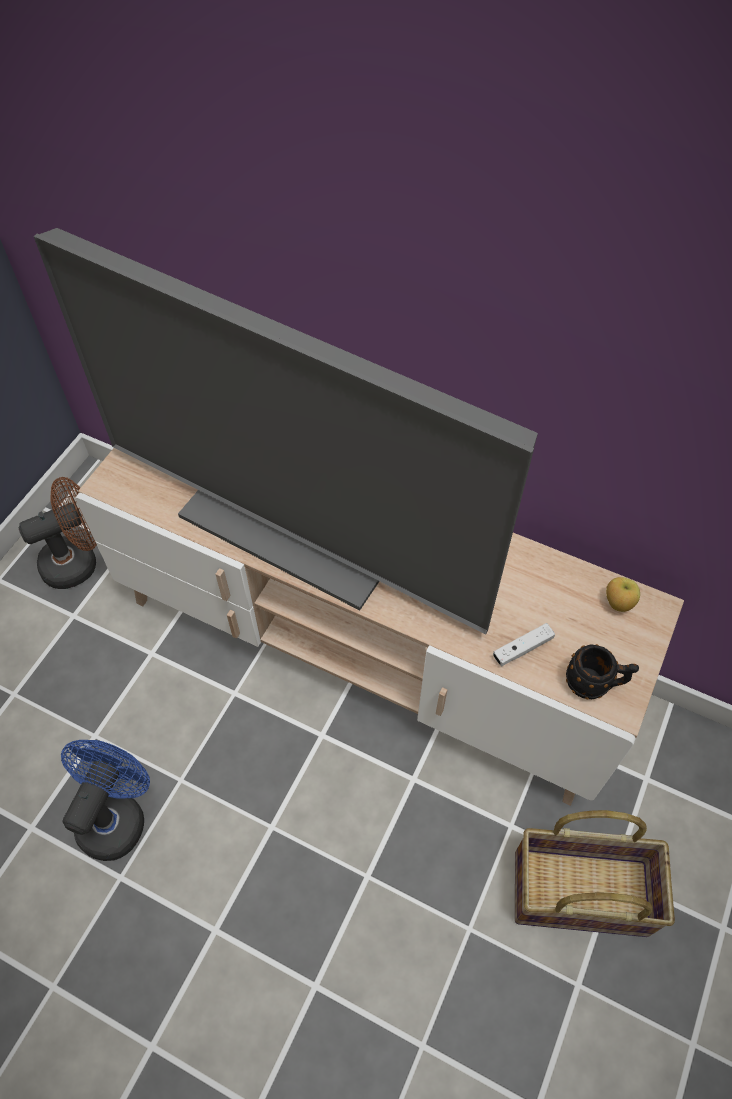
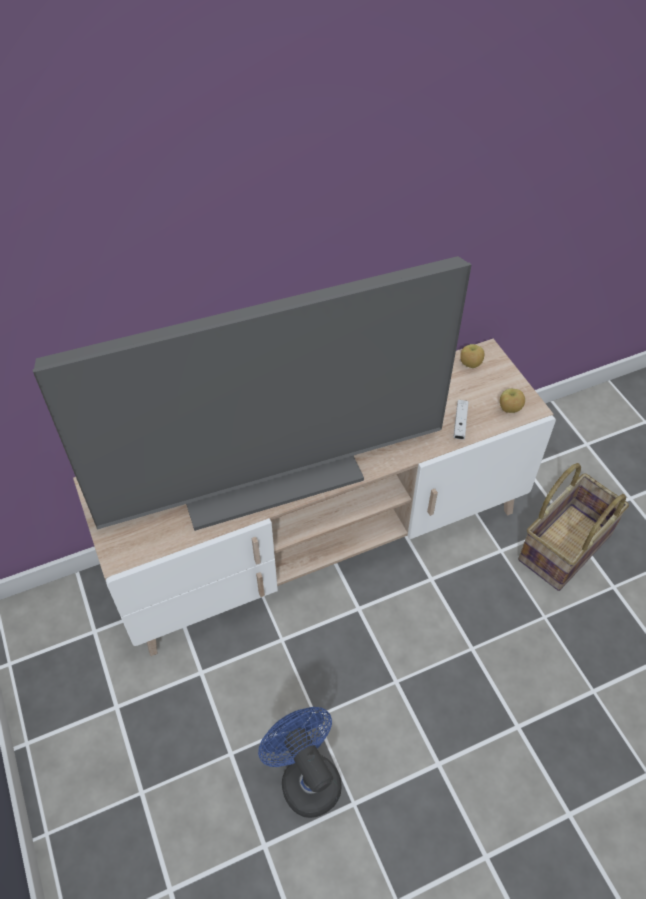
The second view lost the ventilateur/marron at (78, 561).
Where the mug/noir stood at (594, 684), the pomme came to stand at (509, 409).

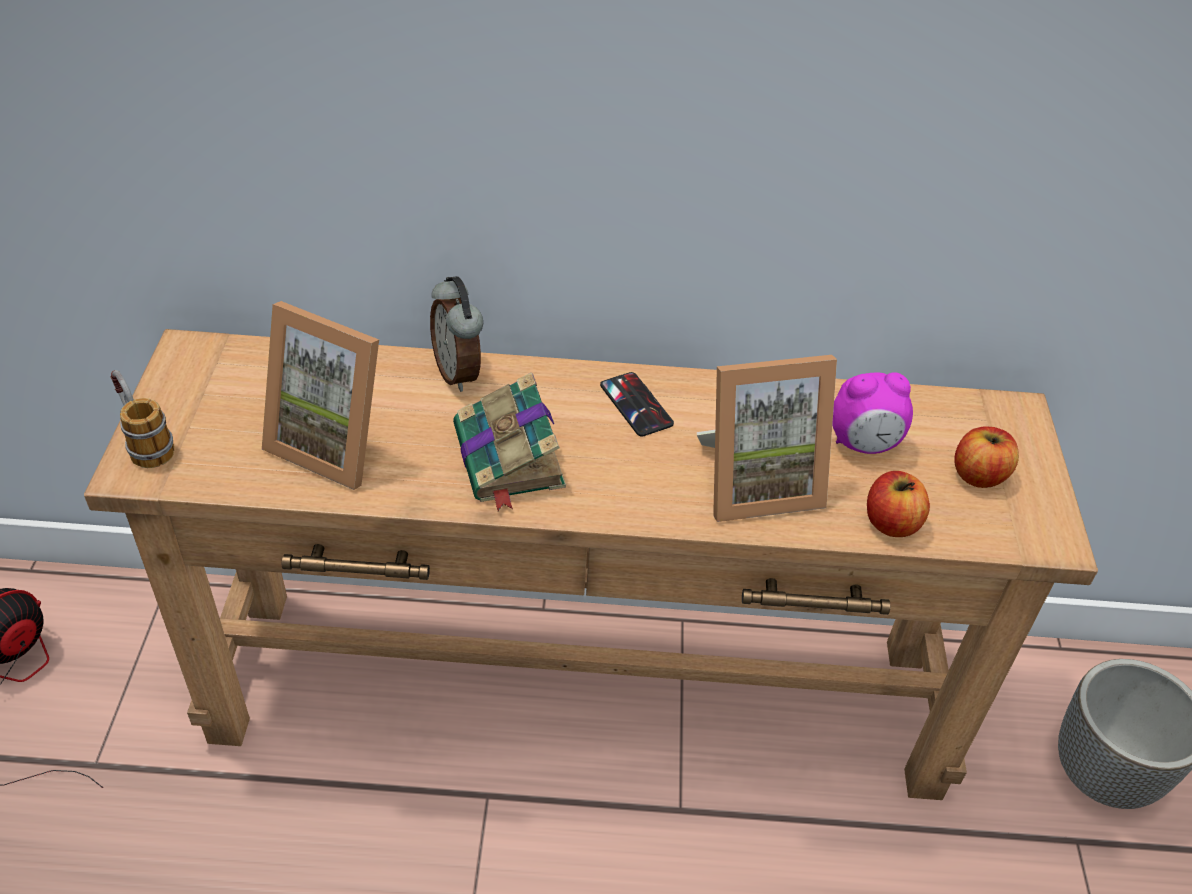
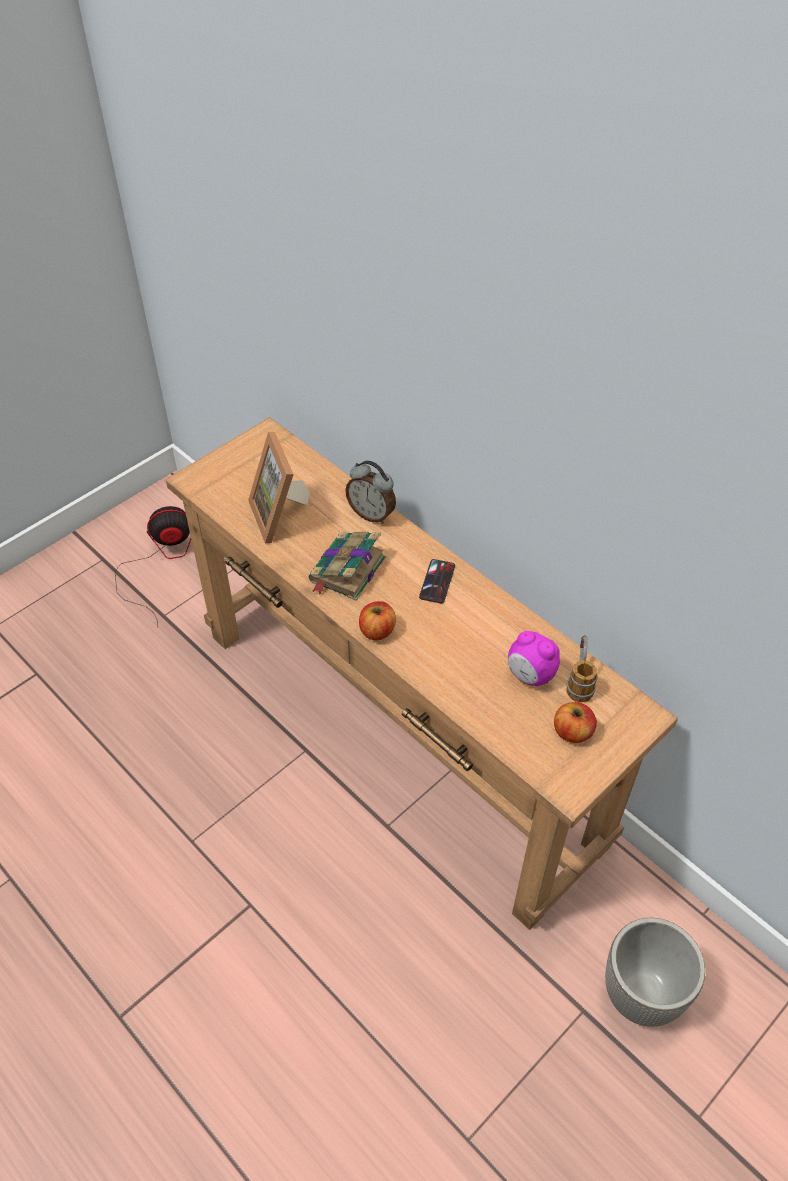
The second view lost the cadre photo at (756, 482).
The mug ended up elsewhere, having gone from (144, 441) to (579, 681).
The pomme ended up elsewhere, having gone from (891, 522) to (377, 631).
The réveil at (459, 373) ended up facing another way, 75 degrees counterclockwise from before.

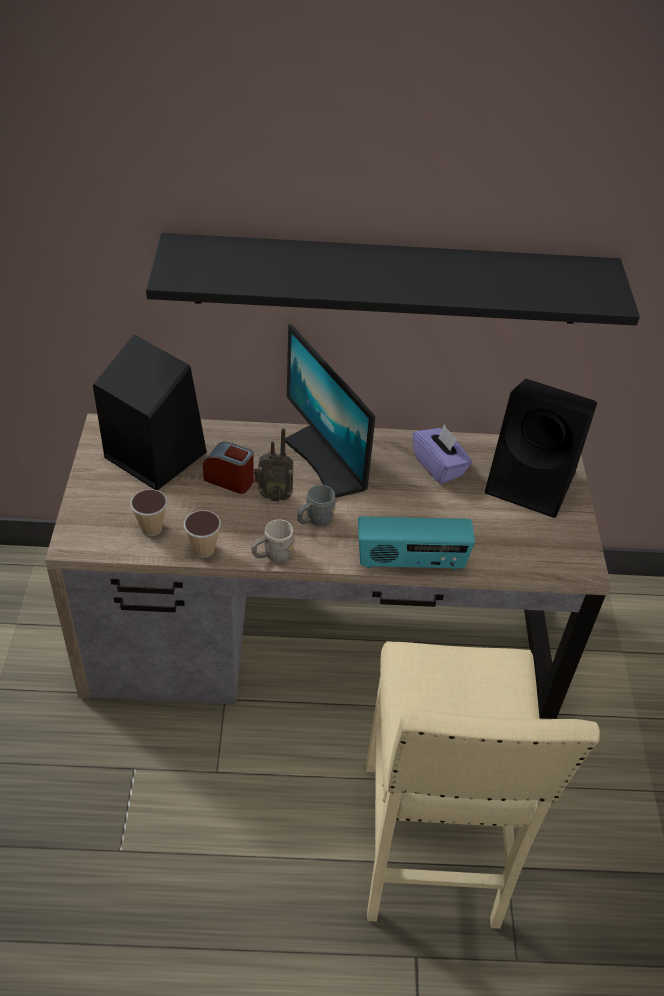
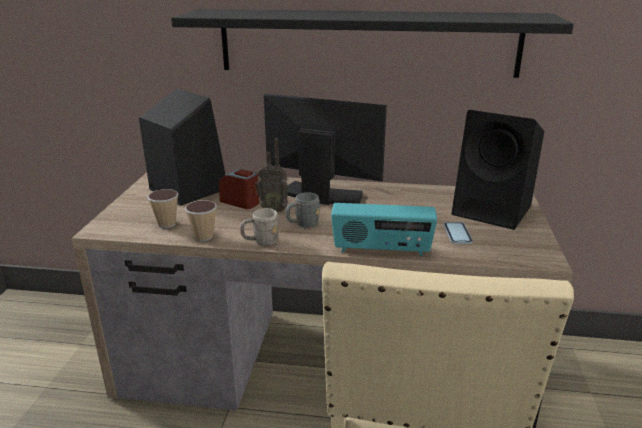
The second view lost the boîte à mouchoirs/violet at (439, 466).
The second view gained the téléphone at (457, 234).
The écran d'ordinateur at (327, 462) ended up facing another way, 135 degrees clockwise from before.

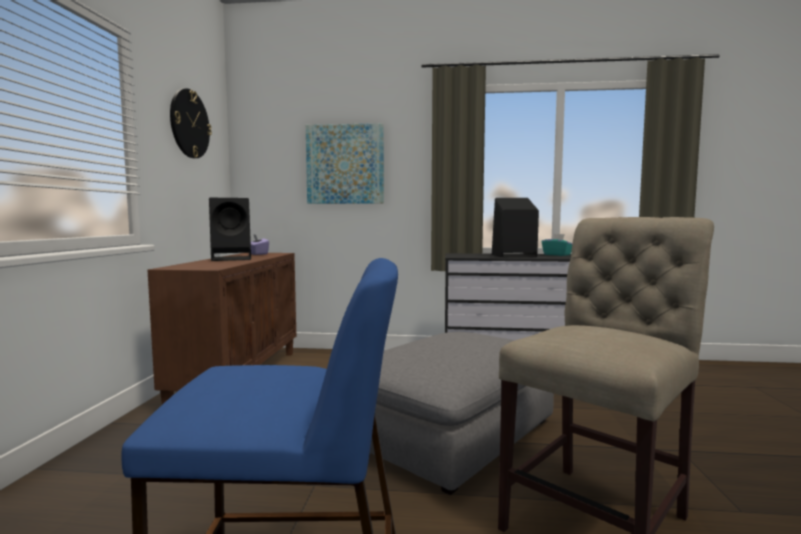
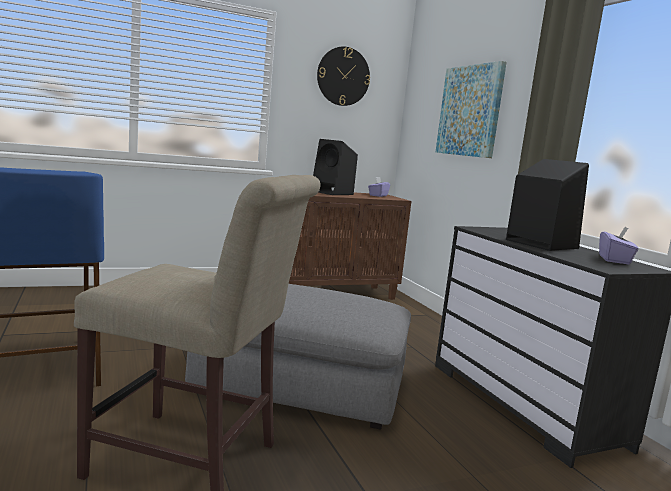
What was the boîte à mouchoirs/turquoise at (557, 255) turned into the boîte à mouchoirs/violet at (614, 260).

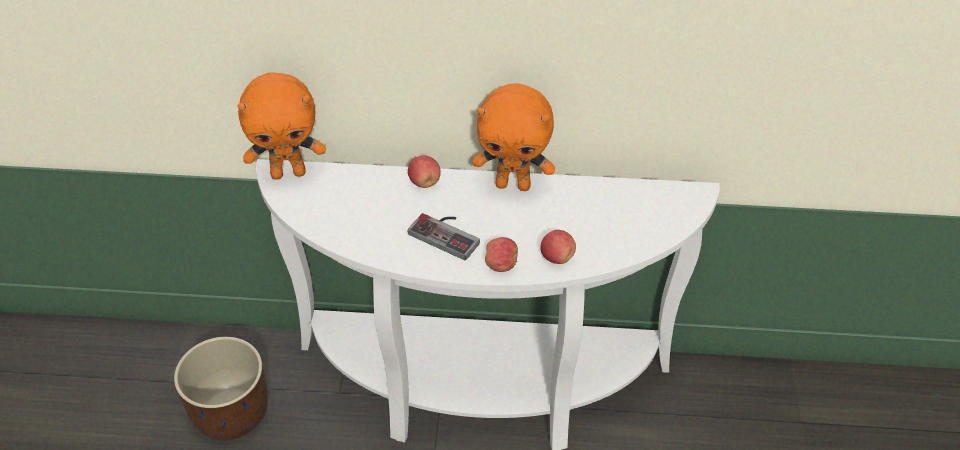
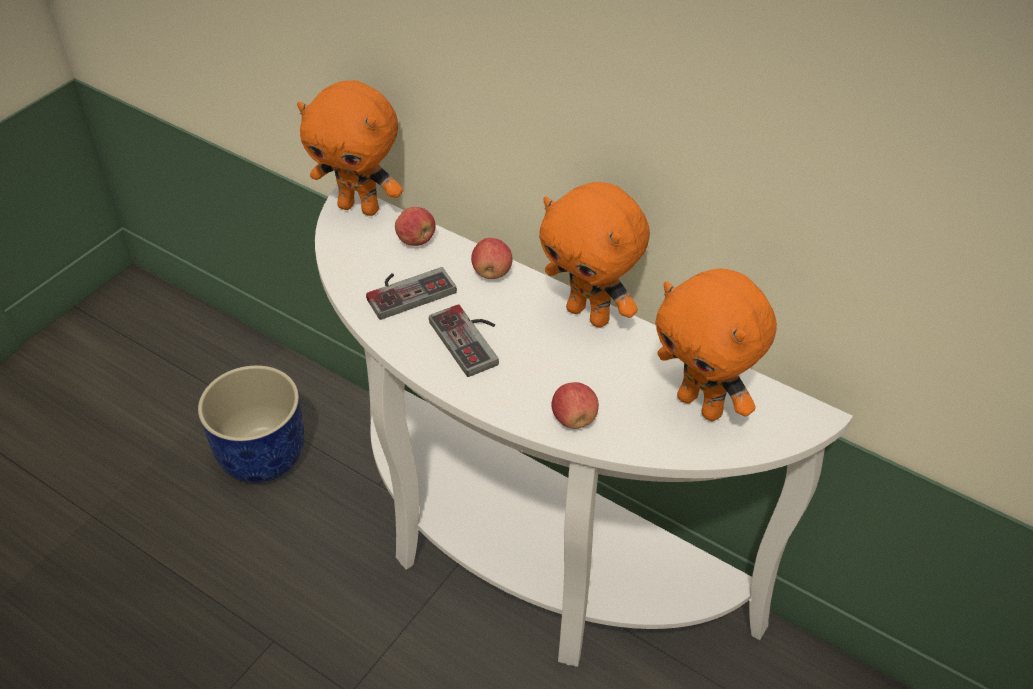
The second view gained the manette at (407, 289).
The second view gained the peluche/orange at (702, 405).
The pomme ended up elsewhere, having gone from (501, 265) to (416, 240).
What was the cache-pot/marron at (232, 412) turned into the cache-pot/bleu at (264, 455).

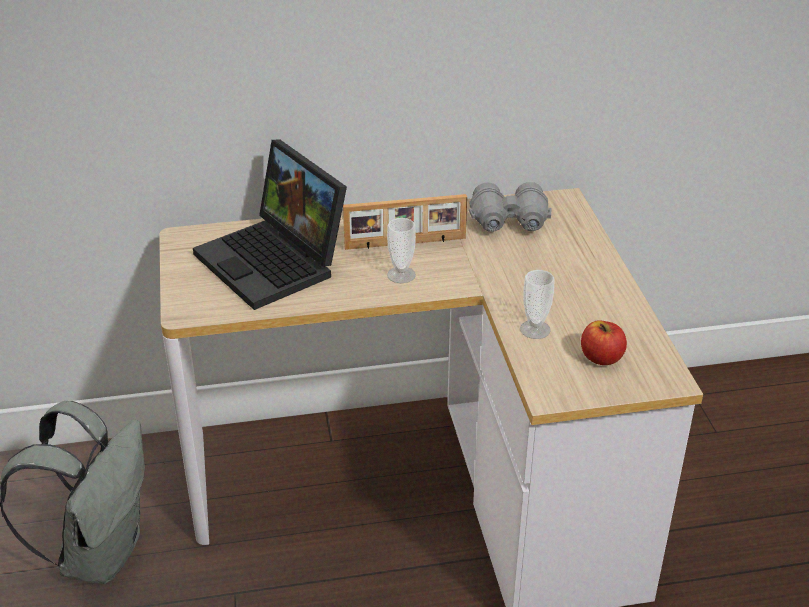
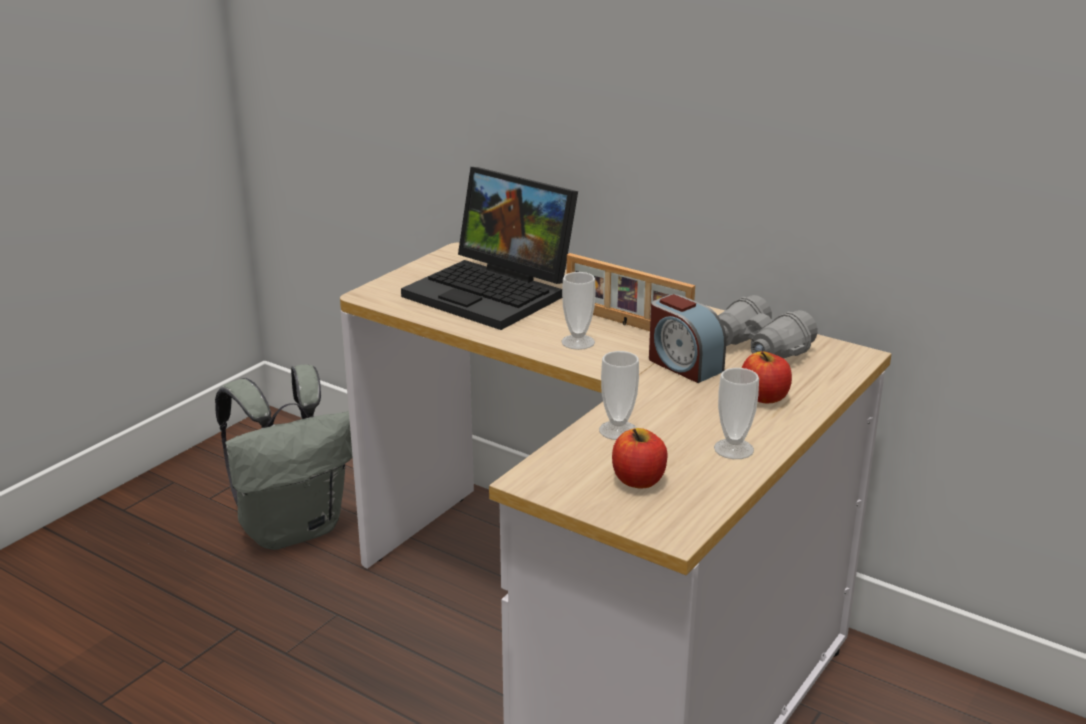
The second view gained the réveil at (683, 365).
The second view gained the tasse at (733, 449).
The second view gained the pomme at (764, 397).
The ordinateur portable at (276, 262) ended up facing another way, 60 degrees counterclockwise from before.

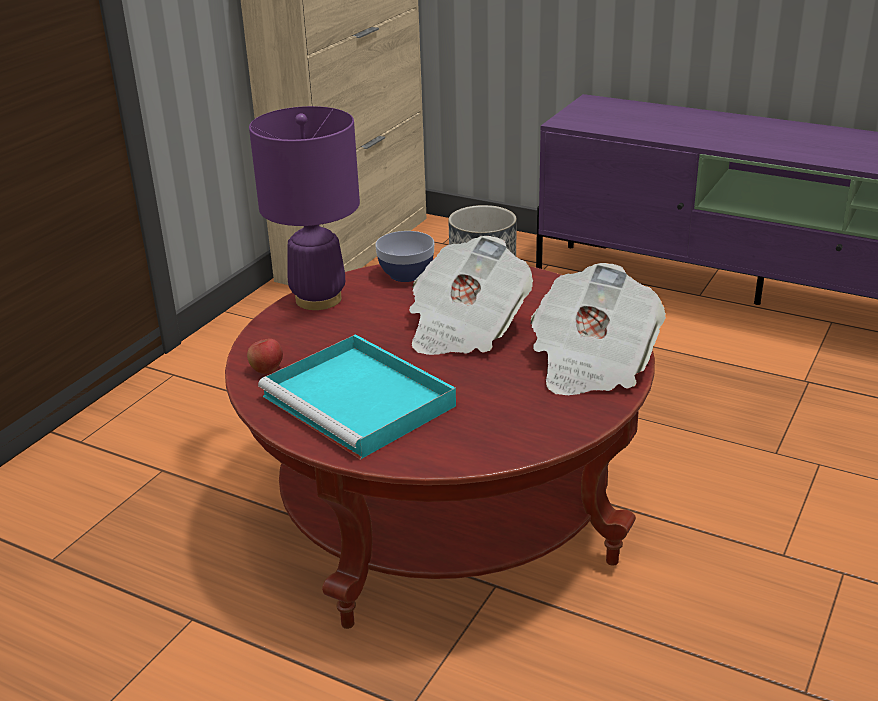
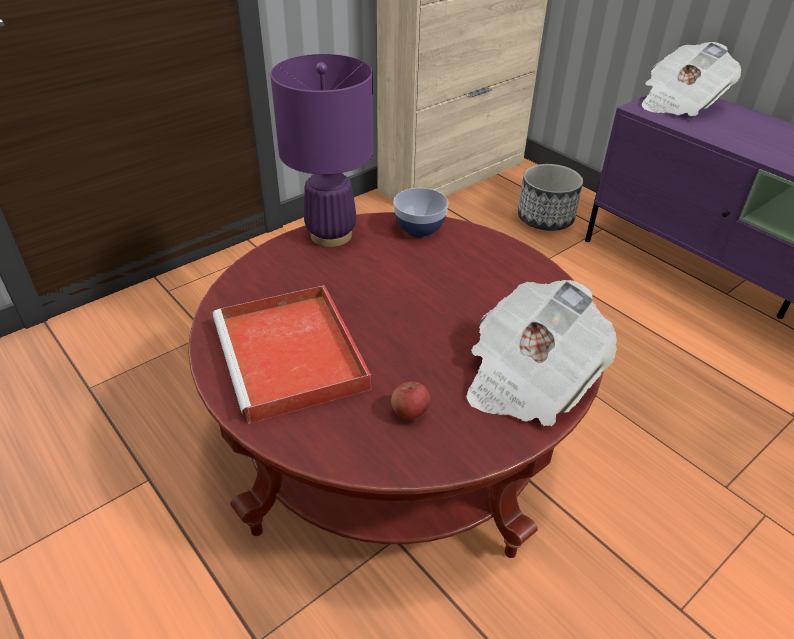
The pomme ended up elsewhere, having gone from (267, 370) to (410, 413).
The journal ended up elsewhere, having gone from (465, 328) to (680, 103).
What was the plateau/turquoise at (361, 402) turned into the plateau/rouge at (293, 357).

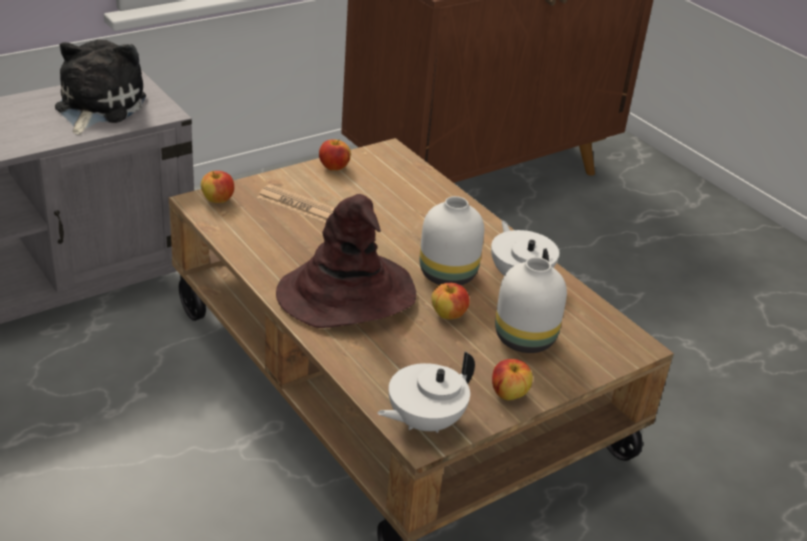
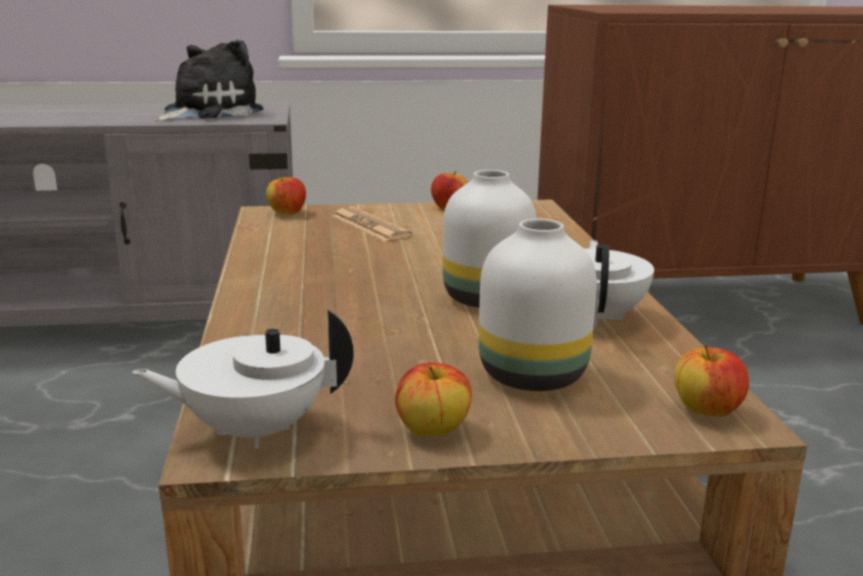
The second view lost the chapeau/marron at (347, 294).
The pomme ended up elsewhere, having gone from (448, 315) to (706, 411).

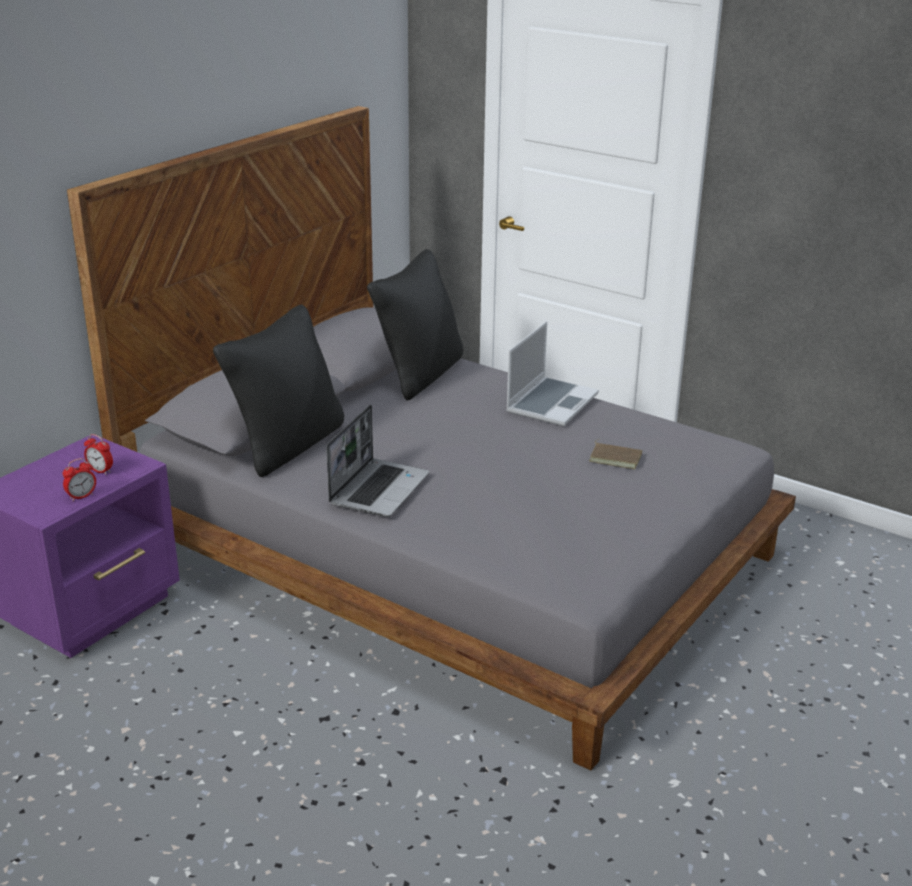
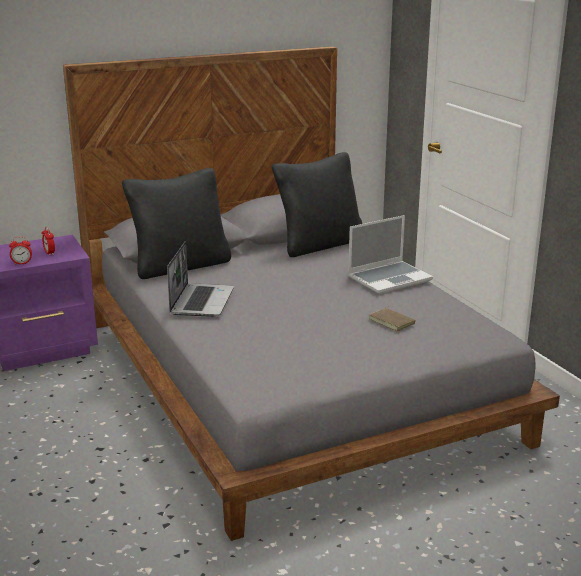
The ordinateur portable at (379, 489) ended up facing another way, 45 degrees counterclockwise from before.

